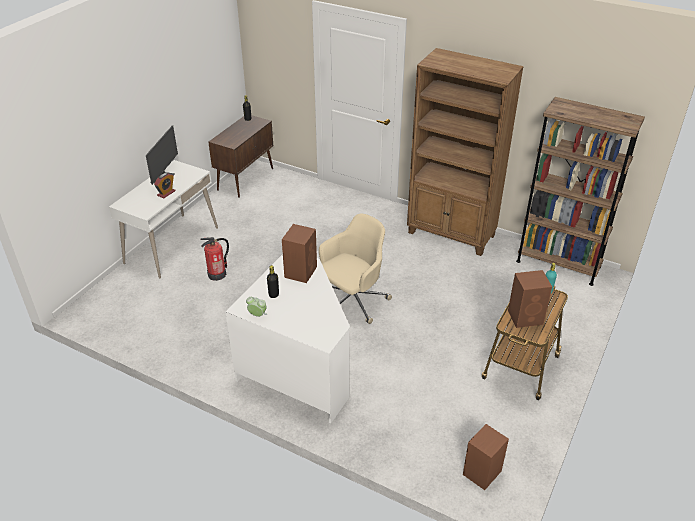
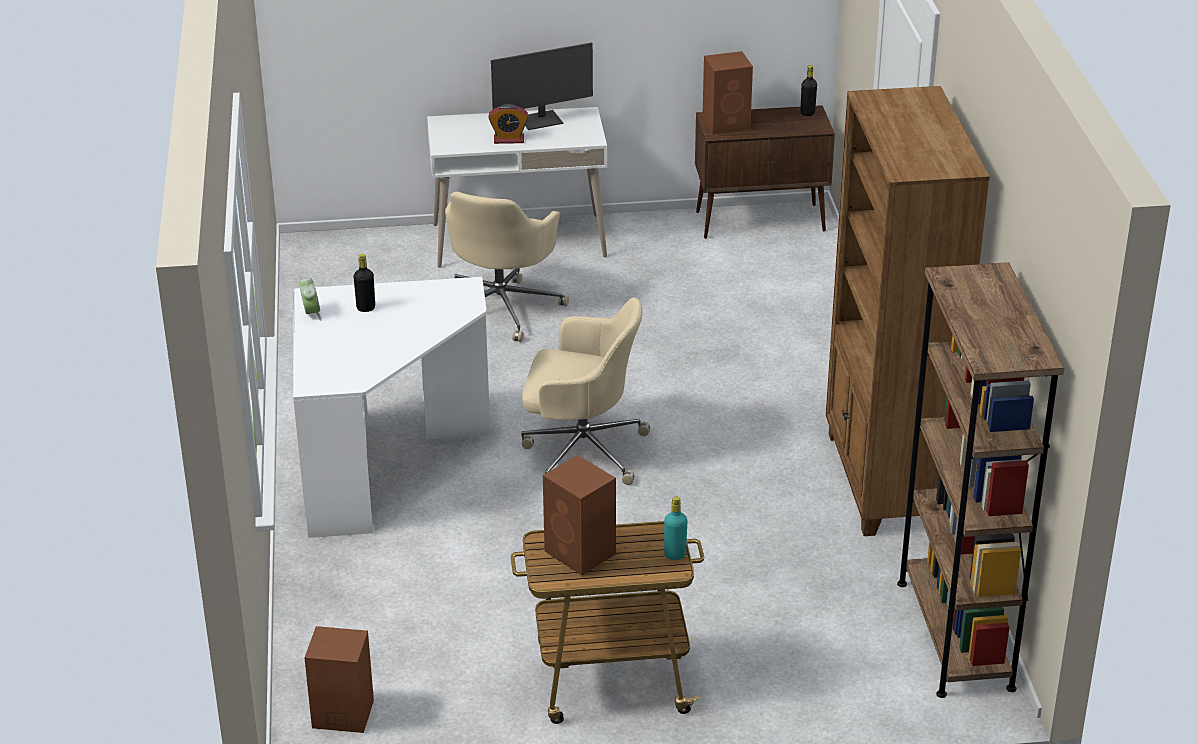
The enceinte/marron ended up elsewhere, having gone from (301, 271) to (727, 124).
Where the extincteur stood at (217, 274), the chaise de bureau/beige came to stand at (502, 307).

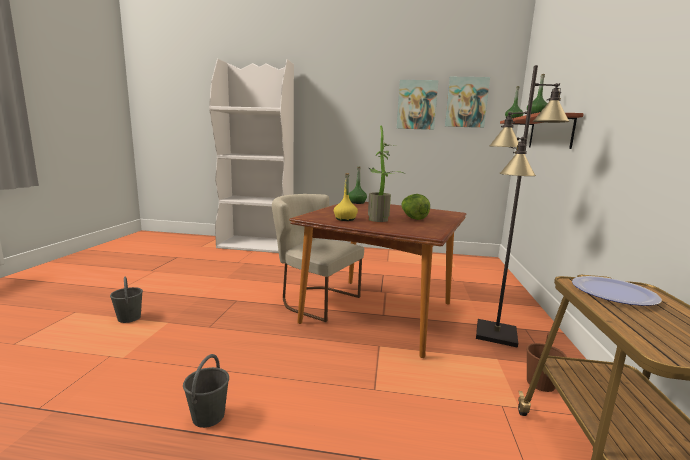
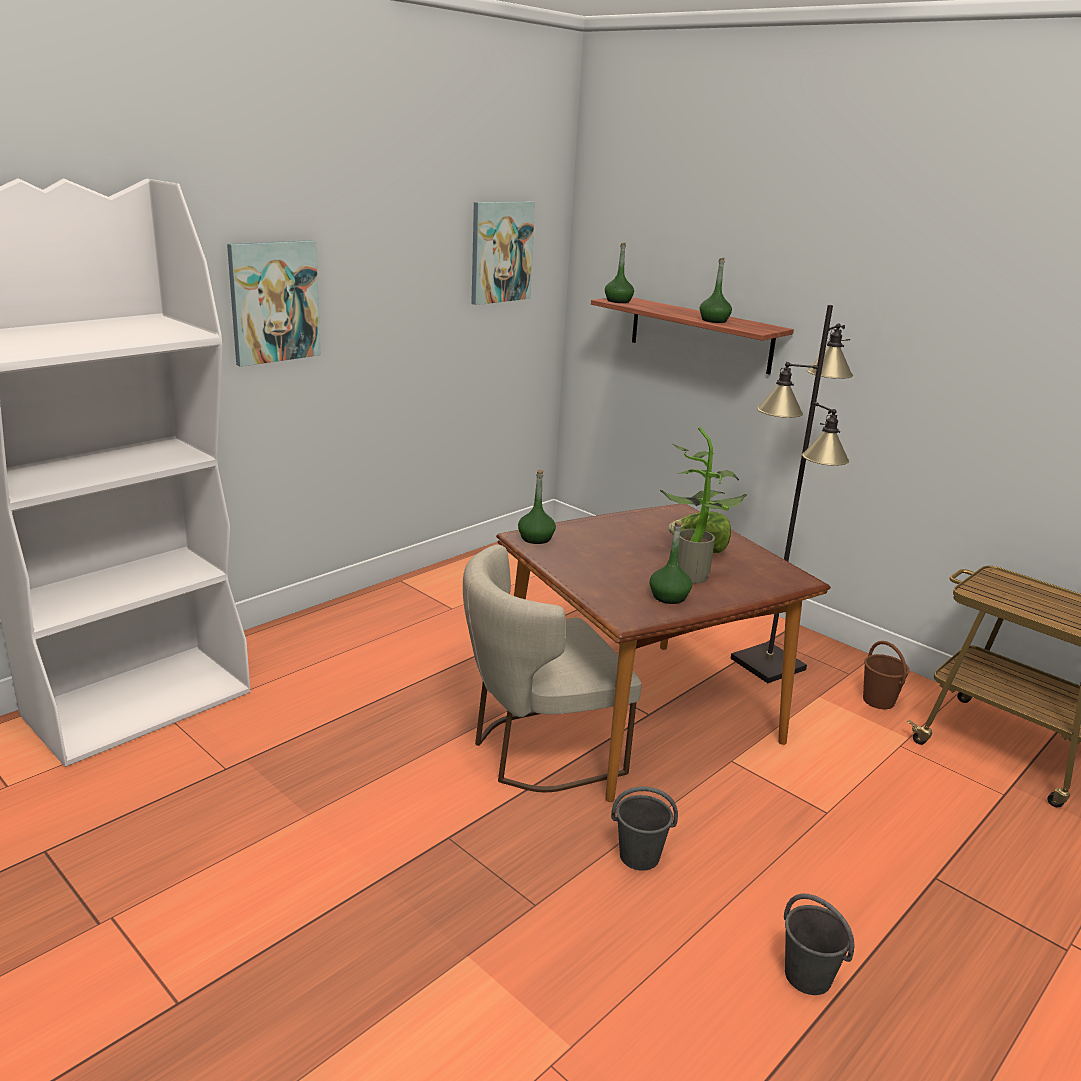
The second view lost the assiette at (613, 292).
The seau/gris ended up elsewhere, having gone from (129, 318) to (638, 856).
The tableau ended up elsewhere, having gone from (416, 105) to (274, 302).
What was the bouteille/jaune at (345, 219) turned into the bouteille/vert at (669, 597).

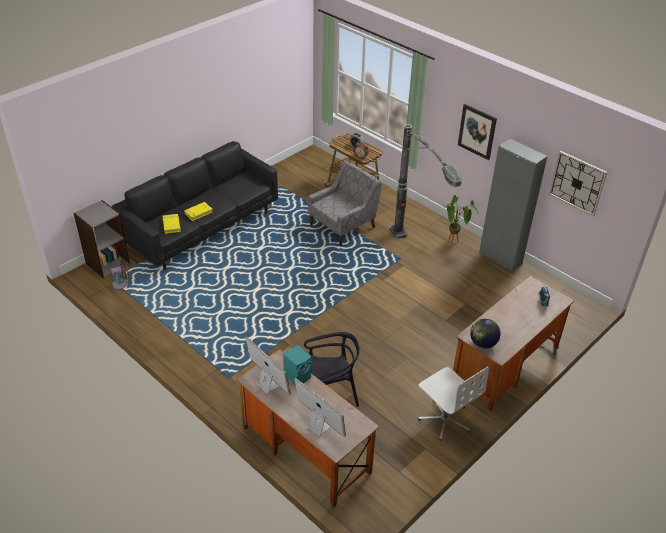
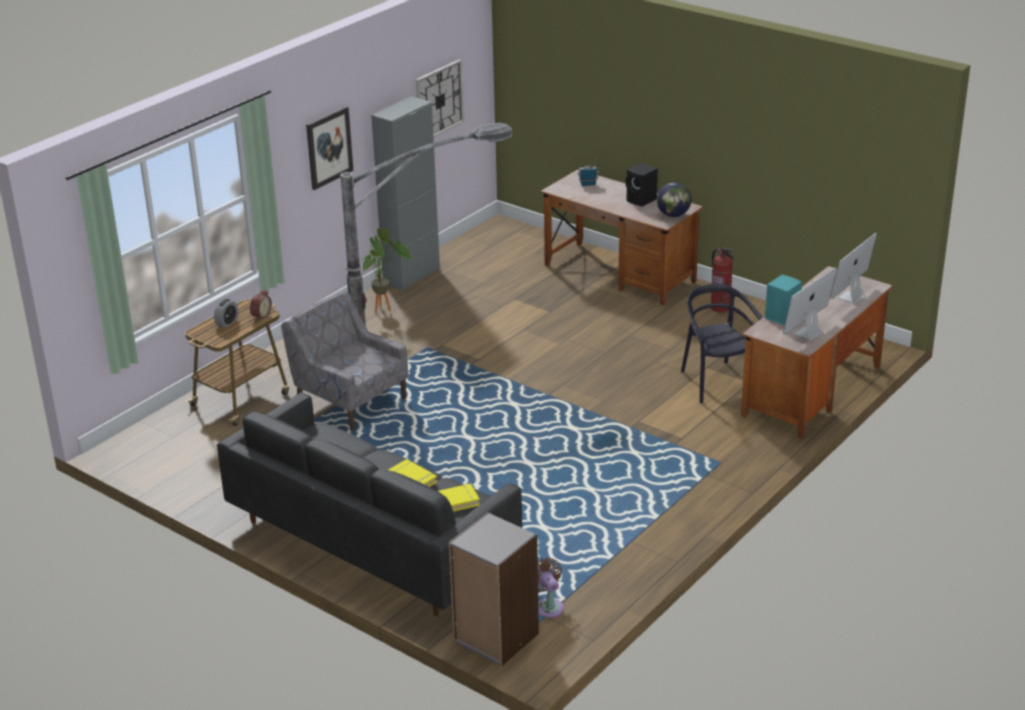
The second view gained the enceinte/noir at (642, 200).
Where the chaise de bureau/blanc stood at (445, 419), the extincteur came to stand at (720, 308).

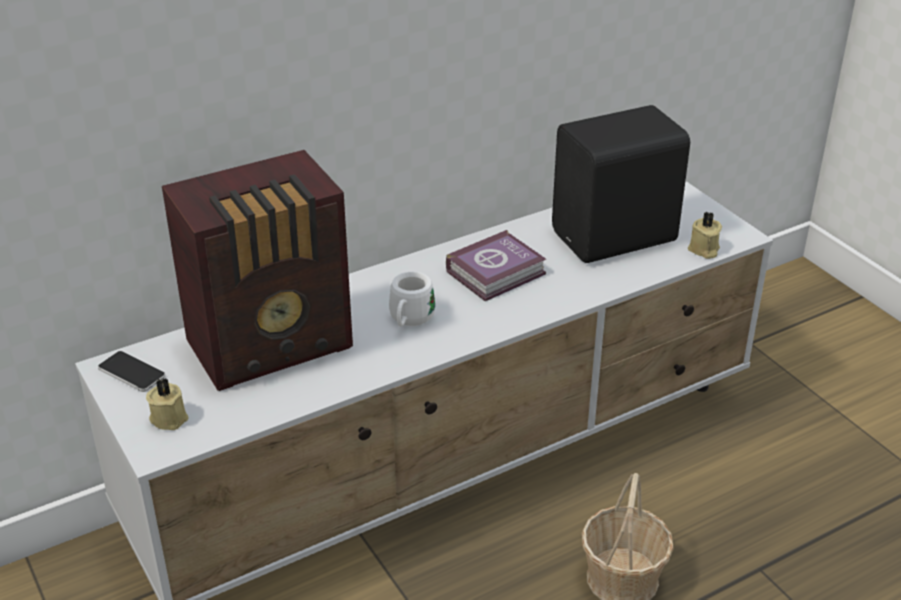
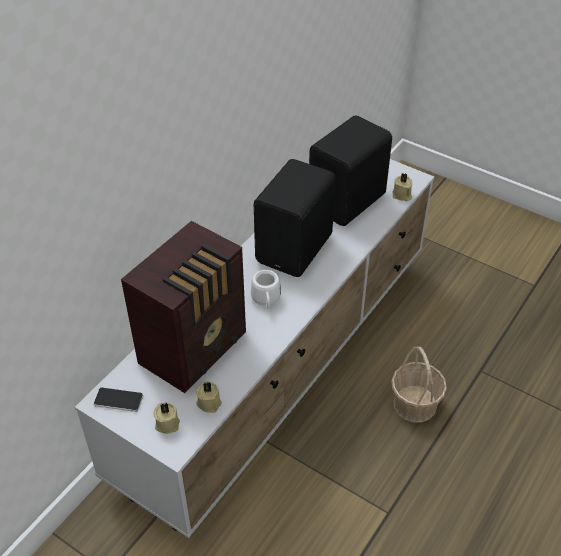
The second view gained the bougie/beige at (209, 402).
Where the livre stood at (498, 273), the enceinte/noir came to stand at (297, 249).

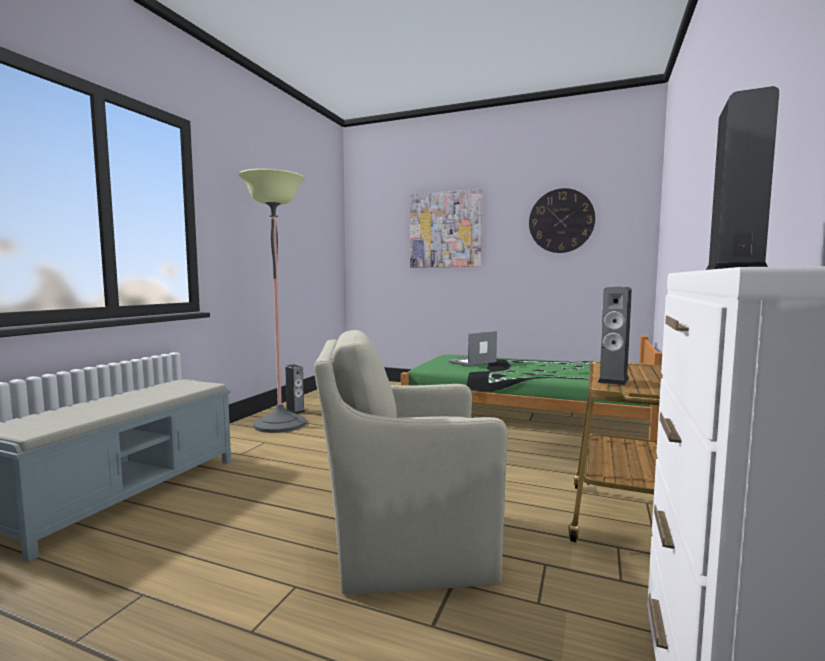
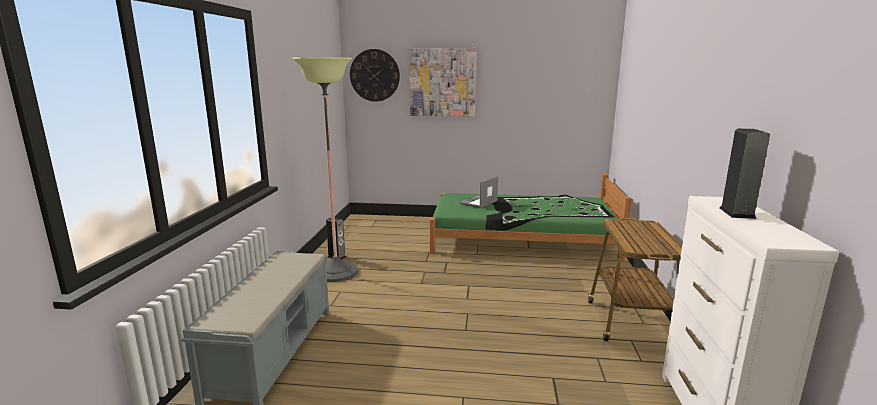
The second view lost the fauteuil/beige at (406, 546).
The second view lost the enceinte at (613, 380).
The horloge murale ended up elsewhere, having gone from (561, 221) to (374, 75).

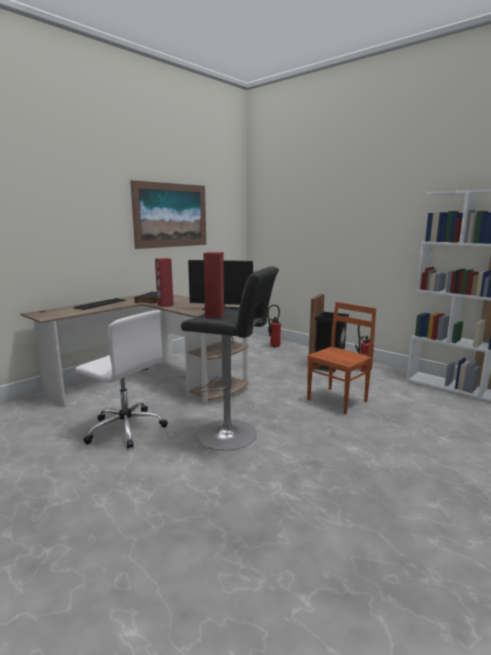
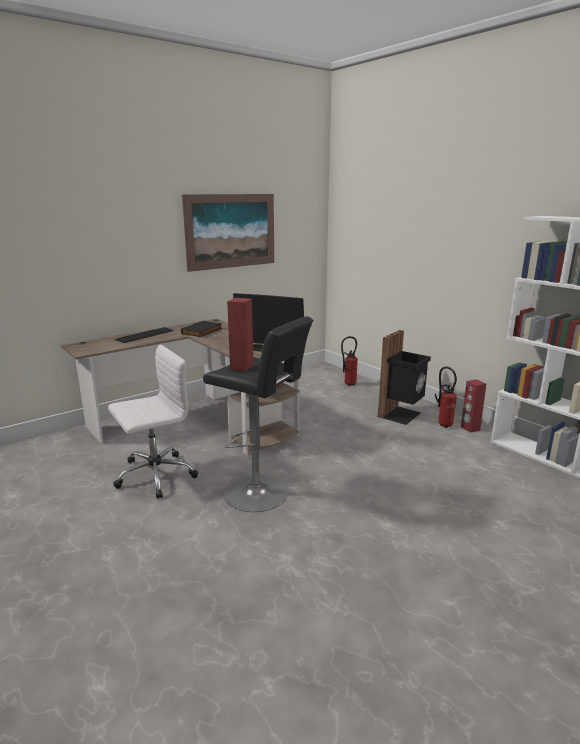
The second view lost the chaise/marron at (338, 400).
The enceinte/rouge ended up elsewhere, having gone from (165, 305) to (470, 428).
The chaise de bureau/blanc at (125, 428) ended up facing another way, 75 degrees counterclockwise from before.

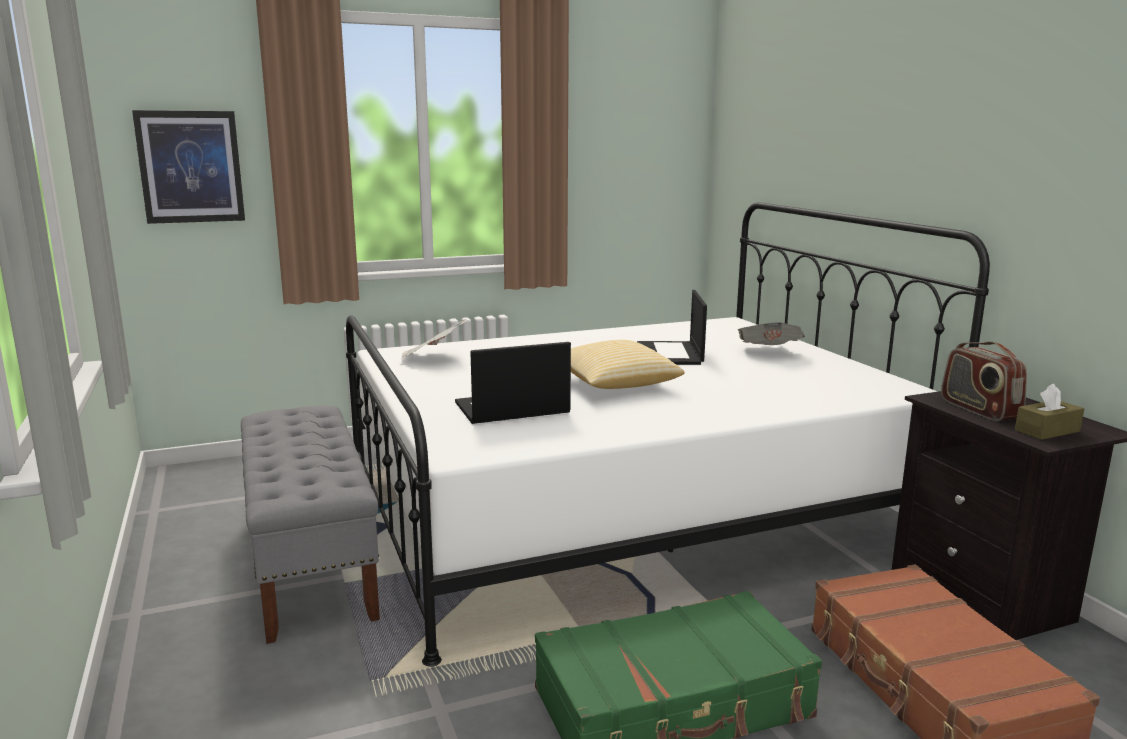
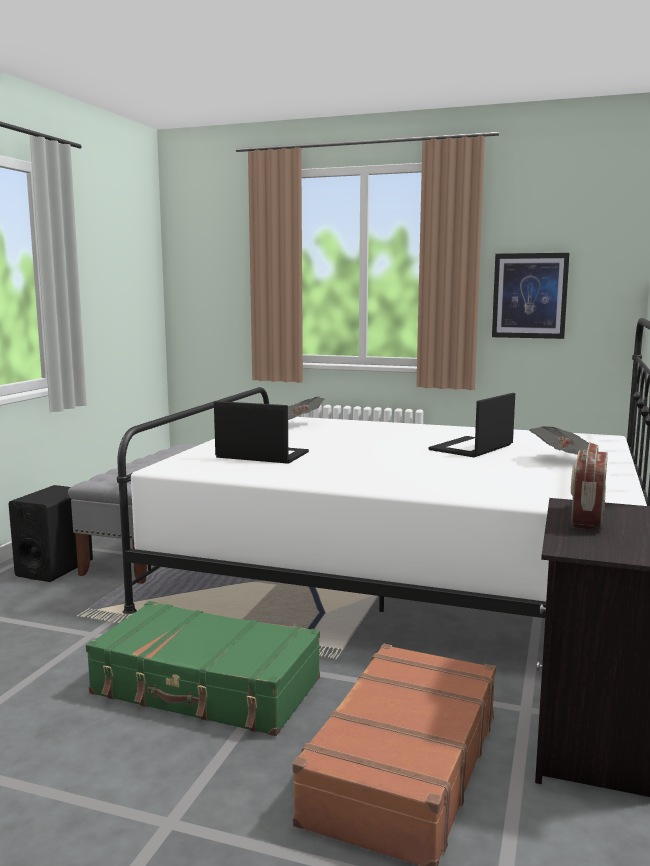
The second view lost the coussin at (613, 384).
The second view lost the boîte à mouchoirs/marron at (1047, 431).
The second view gained the enceinte/noir at (55, 568).
The tableau ended up elsewhere, having gone from (190, 167) to (529, 296).

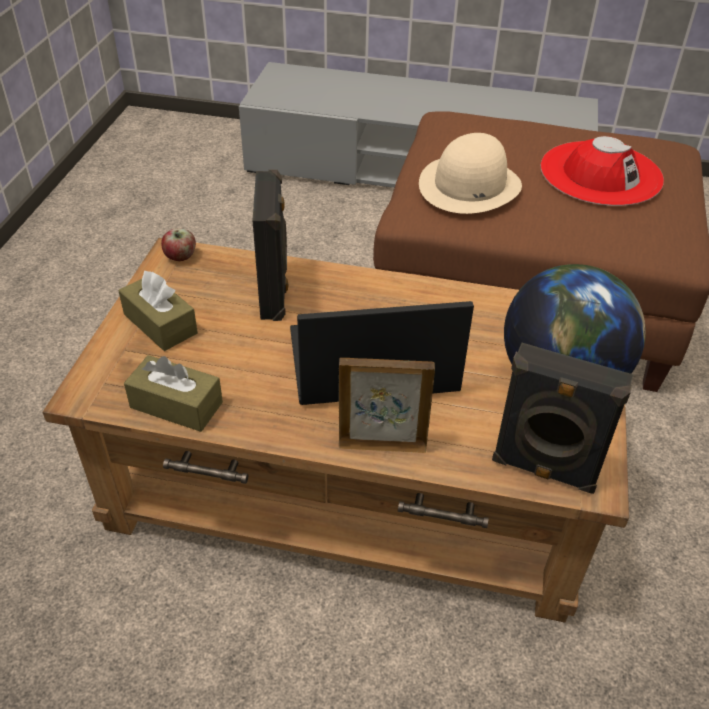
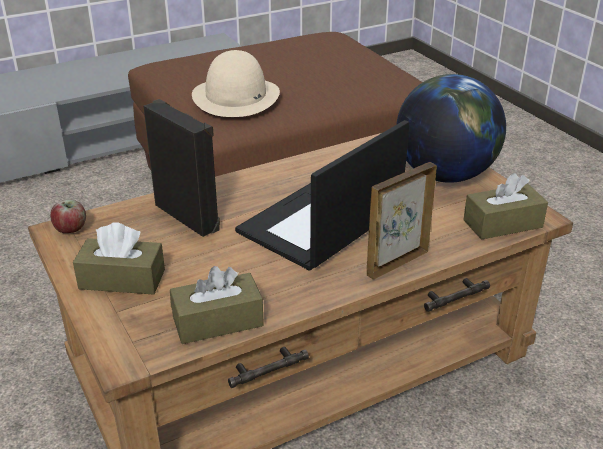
The second view lost the chapeau/rouge at (600, 173).
Where the enceinte/noir stood at (543, 471), the boîte à mouchoirs/marron came to stand at (502, 224).

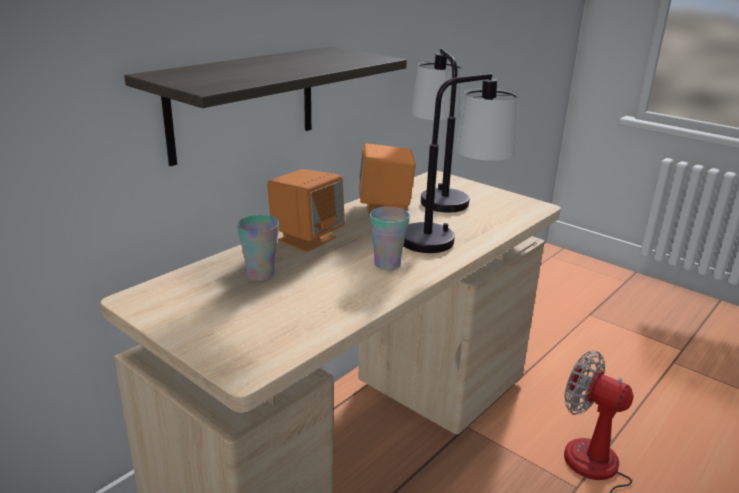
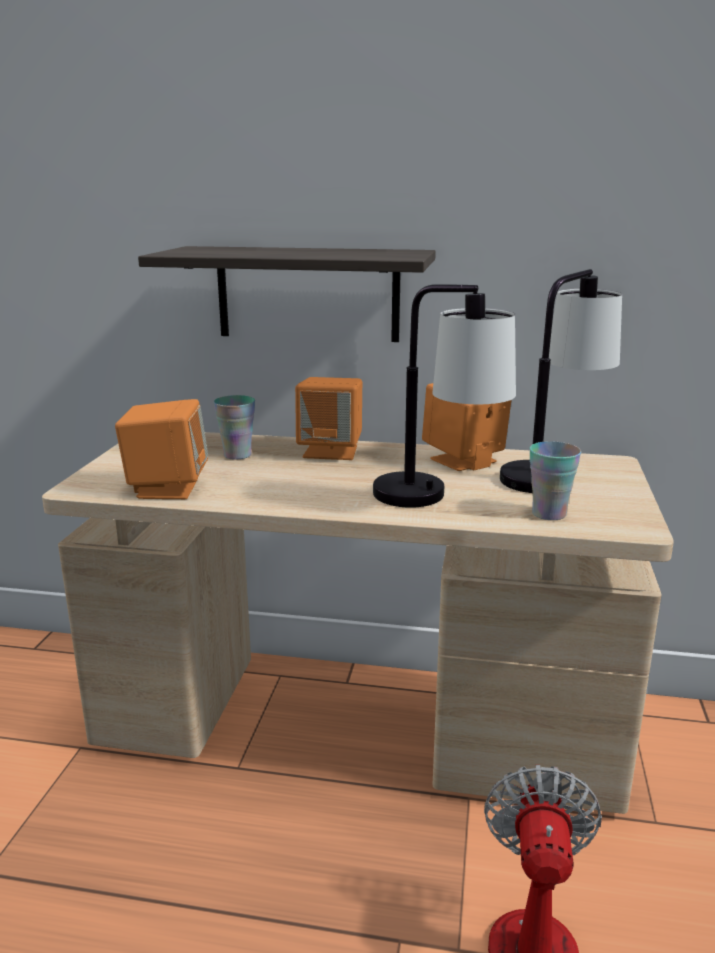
The second view gained the enceinte/orange at (167, 488).
The tasse ended up elsewhere, having gone from (387, 264) to (549, 514).

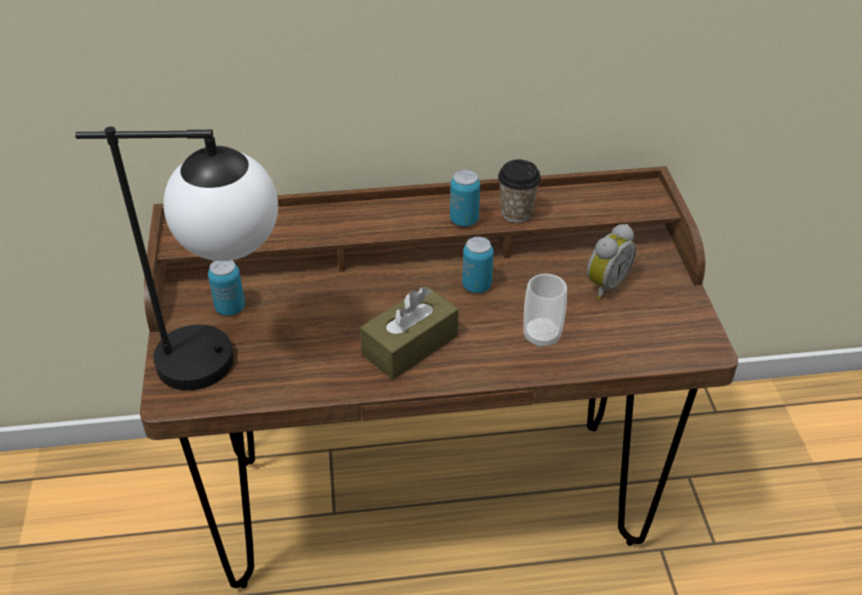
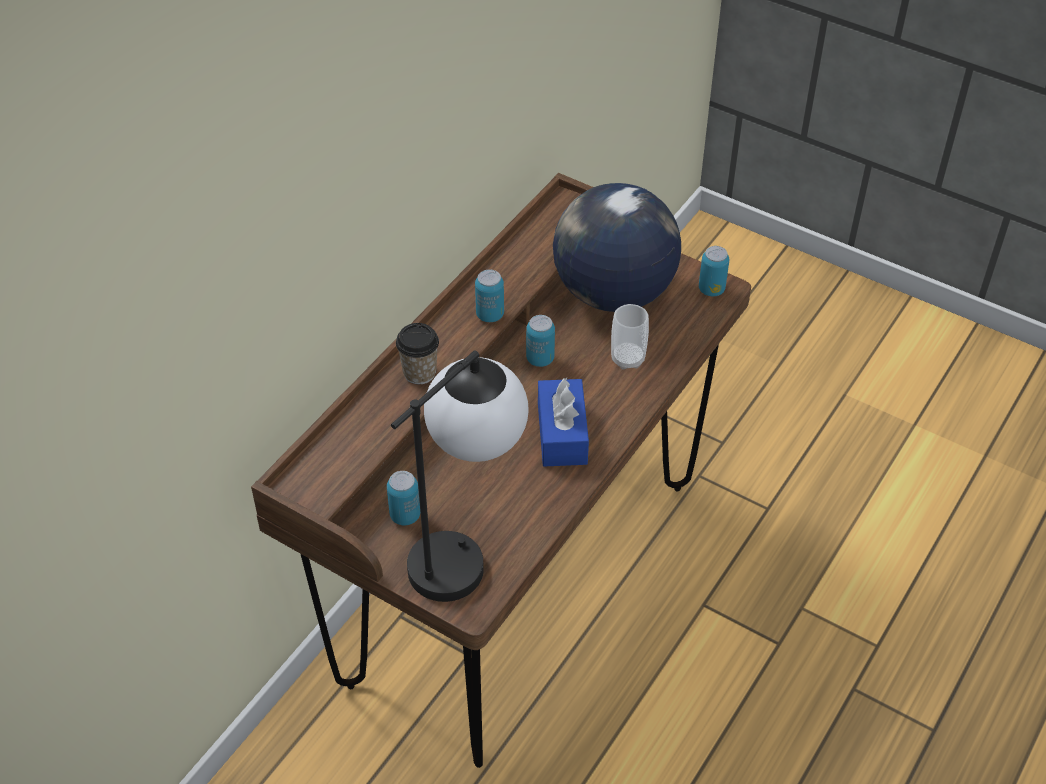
The second view gained the boîte métallique at (711, 289).
The tasse ended up elsewhere, having gone from (516, 213) to (419, 372).
Where the réveil stood at (604, 284), the globe came to stand at (613, 293).
What was the boîte à mouchoirs/marron at (410, 345) turned into the boîte à mouchoirs/bleu at (562, 434).

